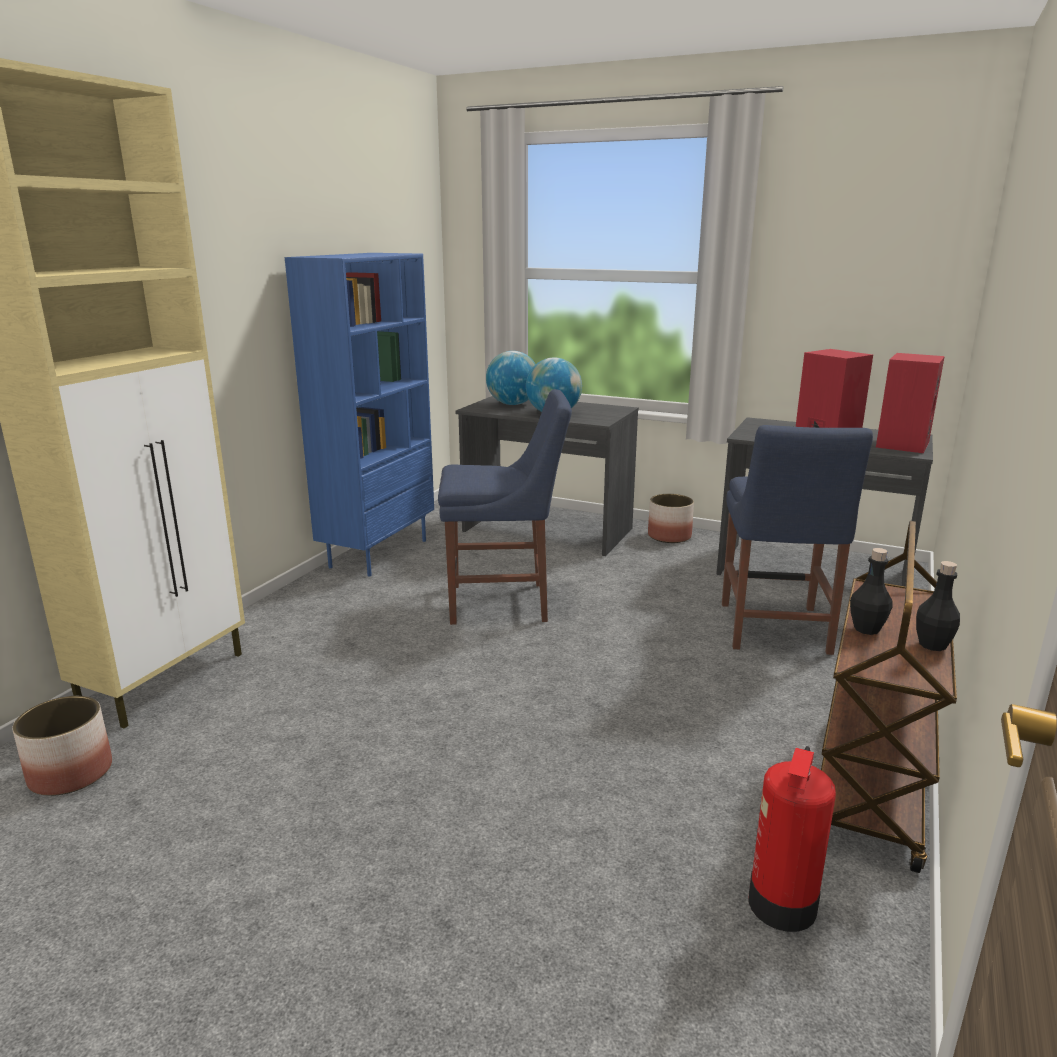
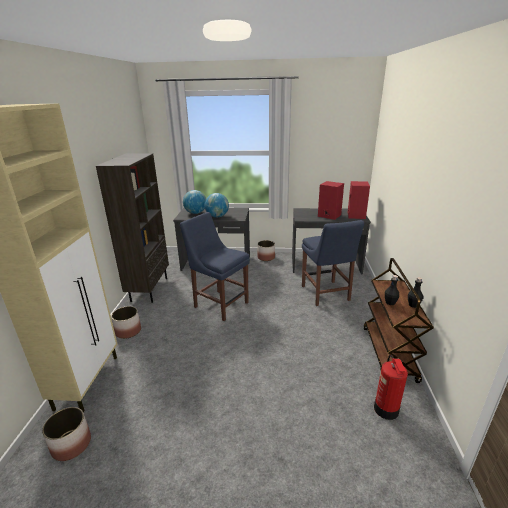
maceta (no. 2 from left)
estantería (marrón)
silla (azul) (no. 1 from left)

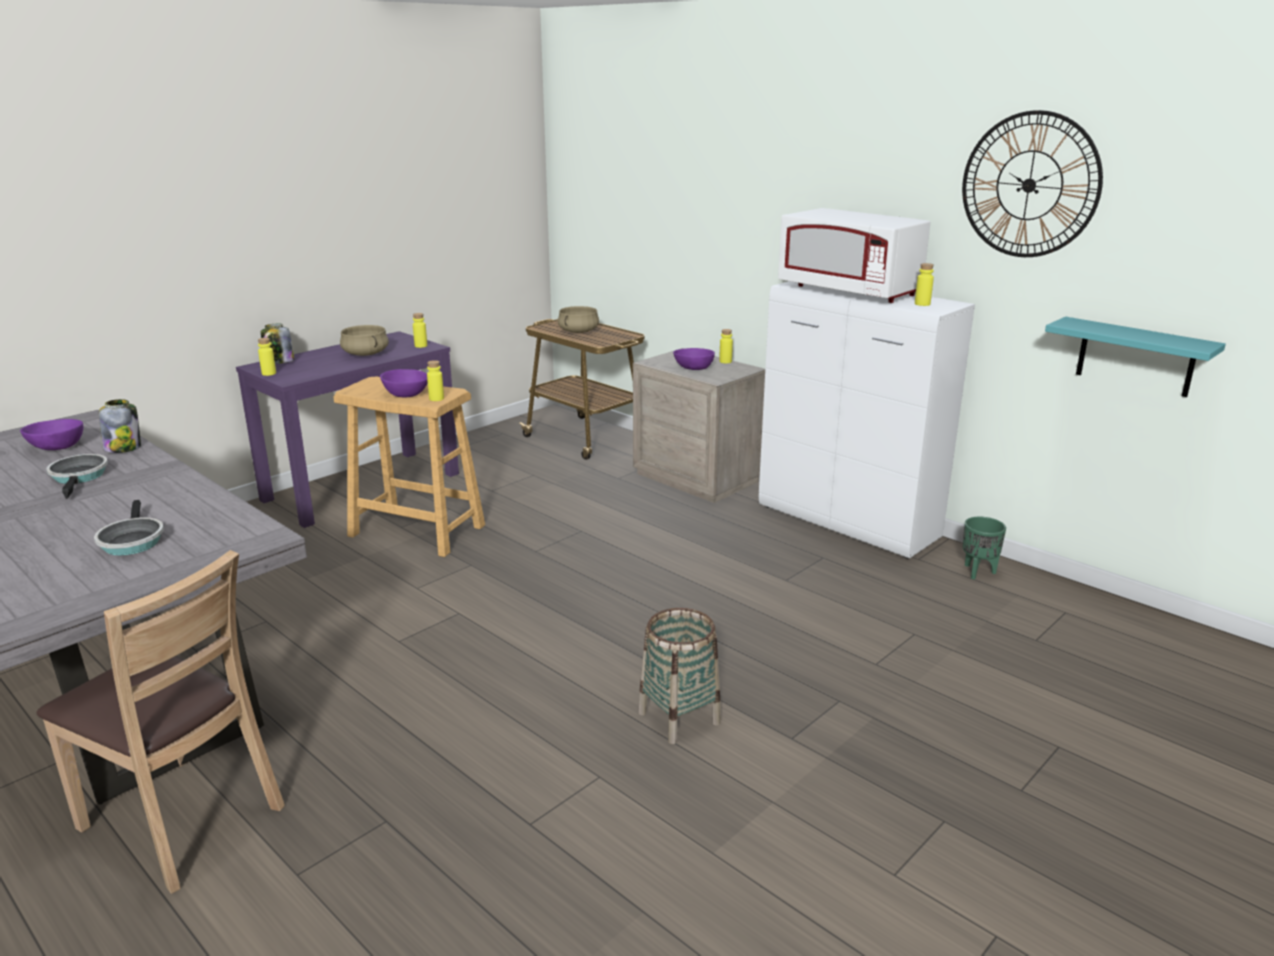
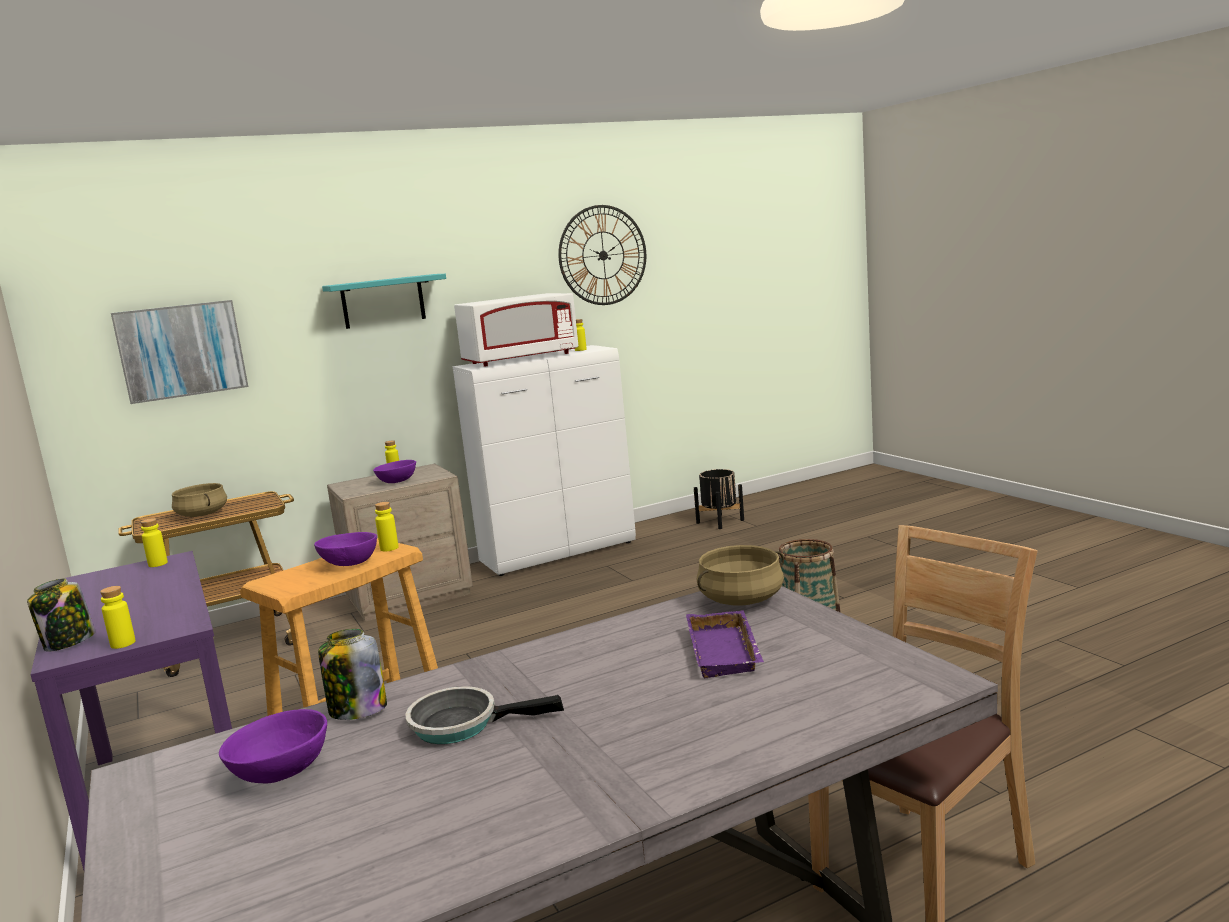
maceta (verde)
cuadro
maceta (negro)
olla (beis) (no. 2 from left)
estante (turquesa)
bandeja (morado)

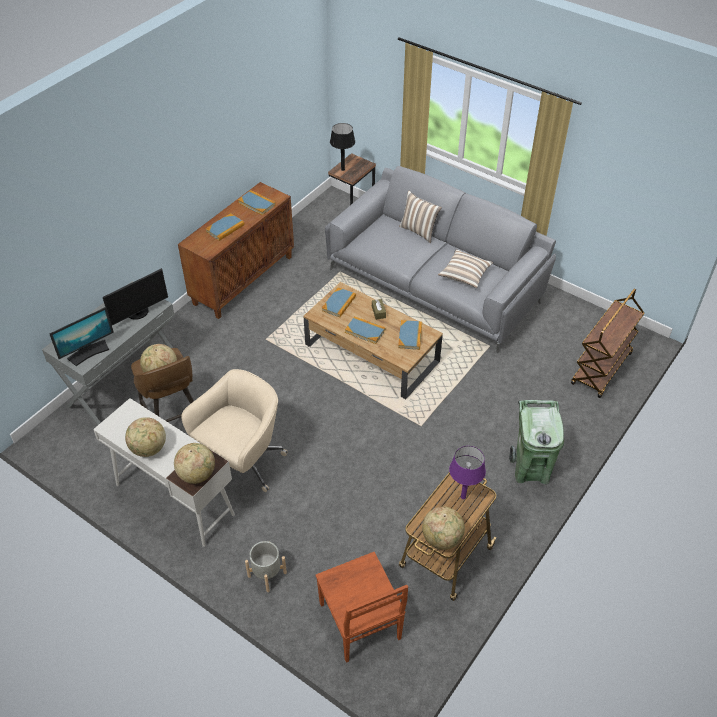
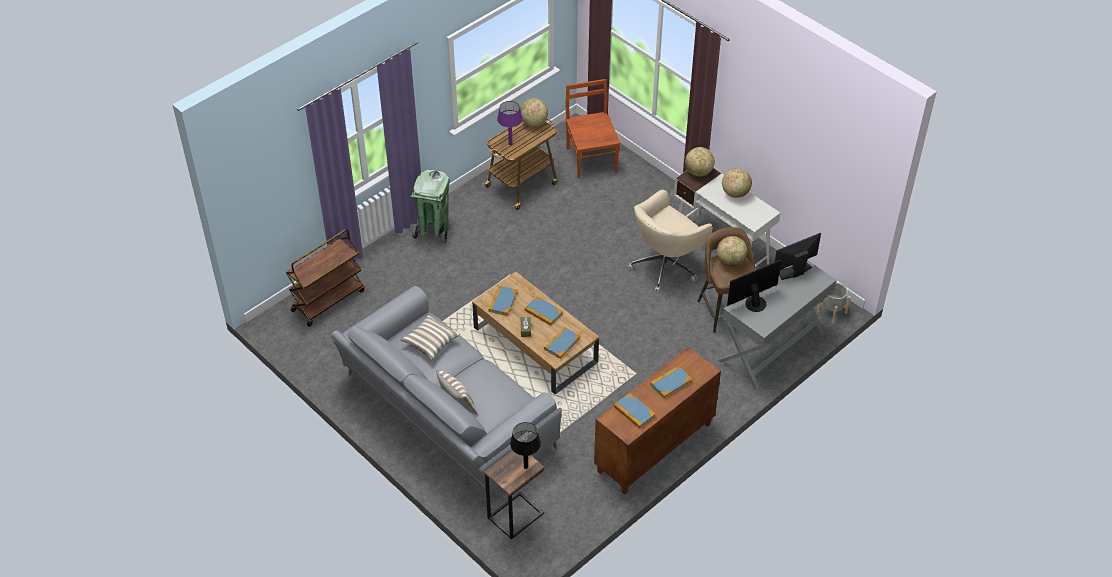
maceta (gris)

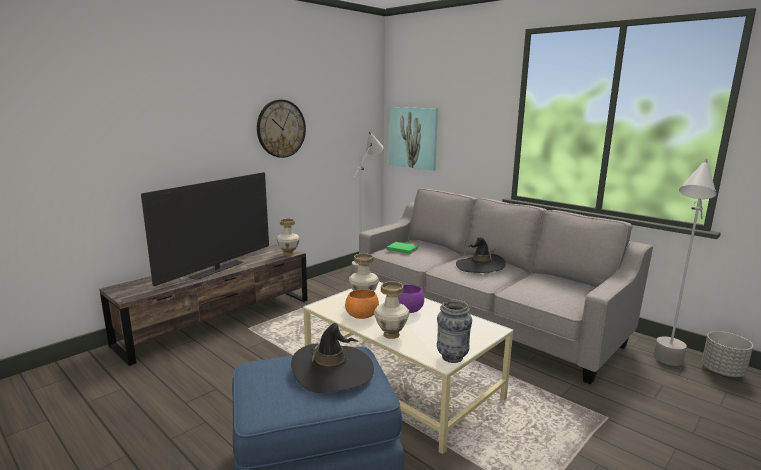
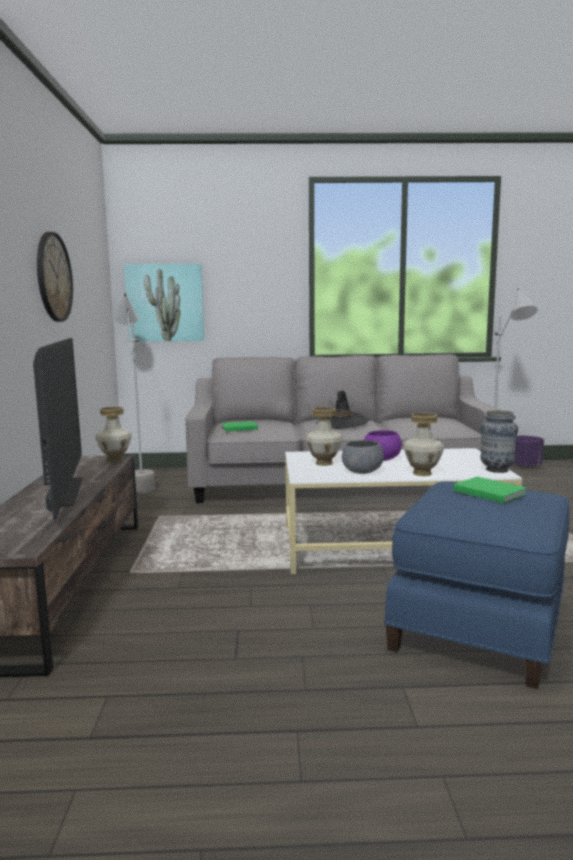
libro (verde) (no. 2 from left)
cuenco (gris)
maceta (morado)

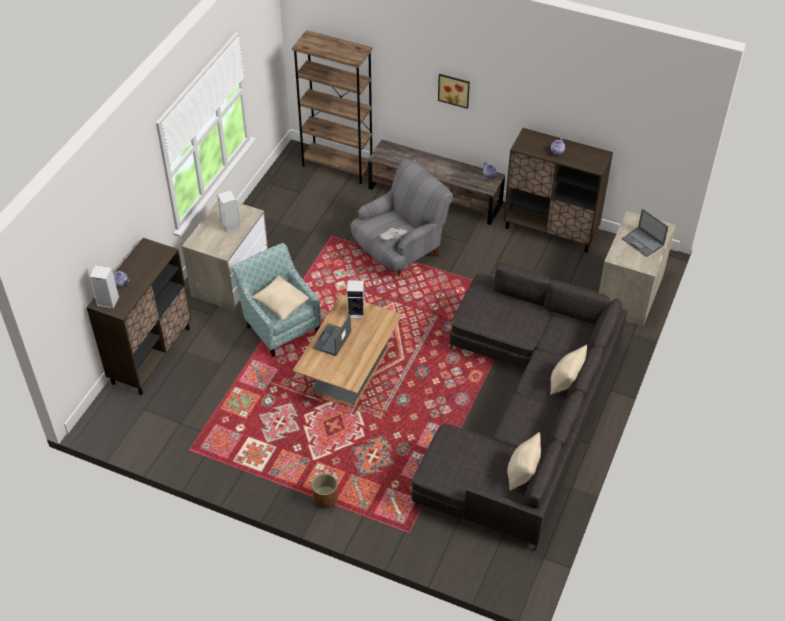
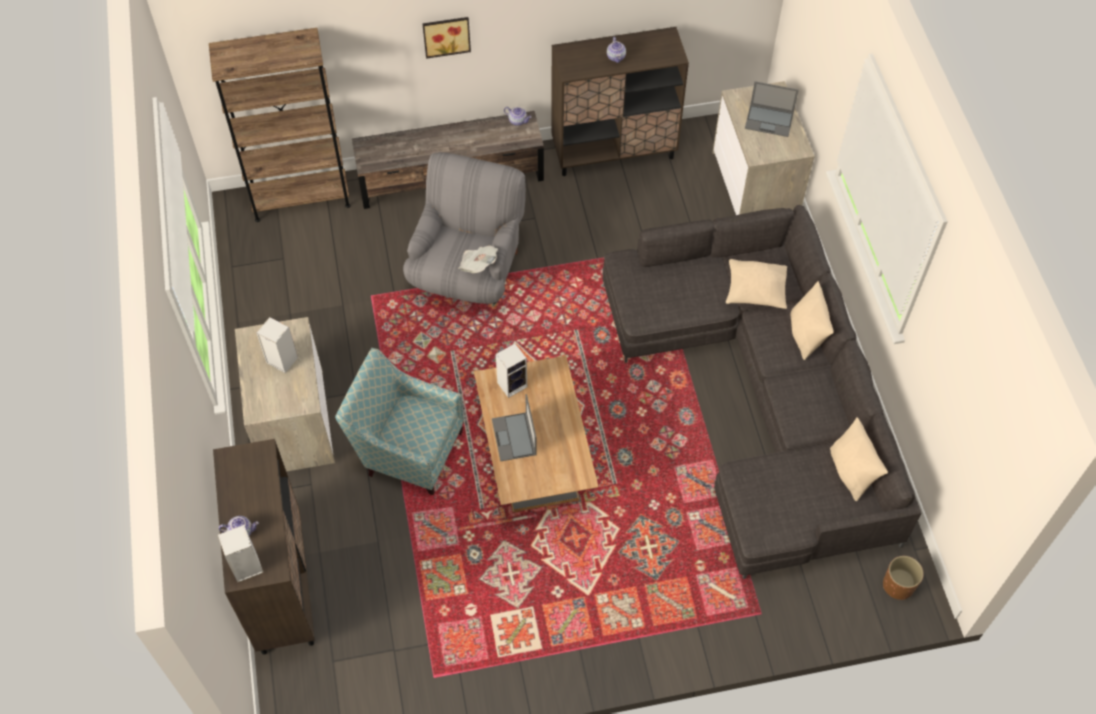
cojín (beis) (no. 1 from left)
maceta (marrón)

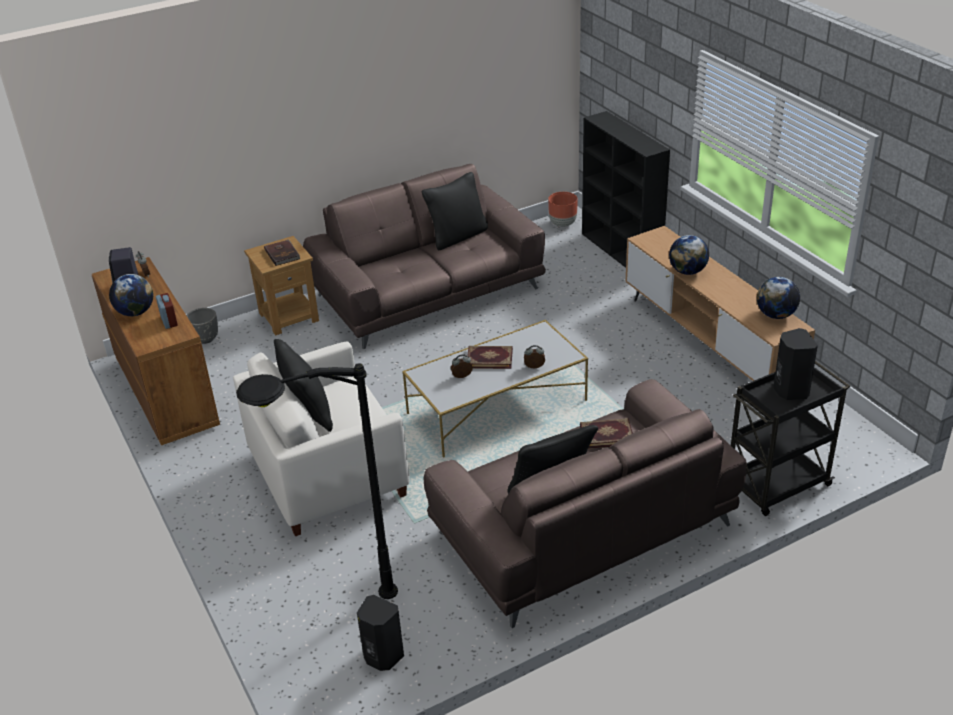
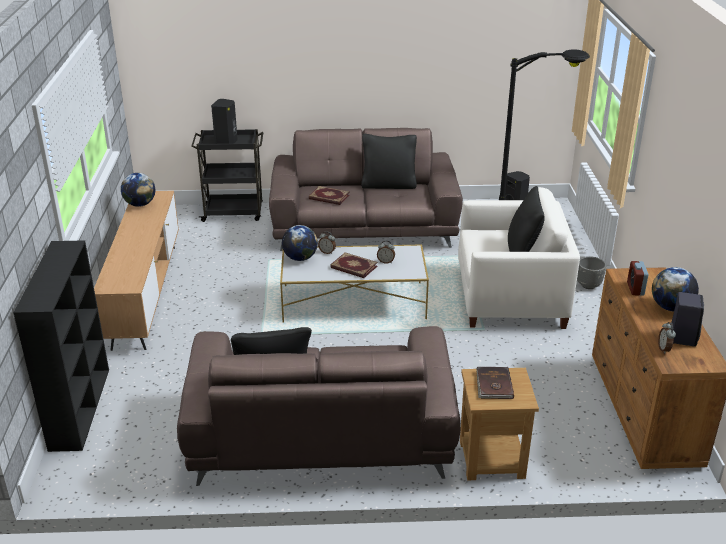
maceta (marrón)
maceta (gris)
globo terráqueo (no. 2 from left)

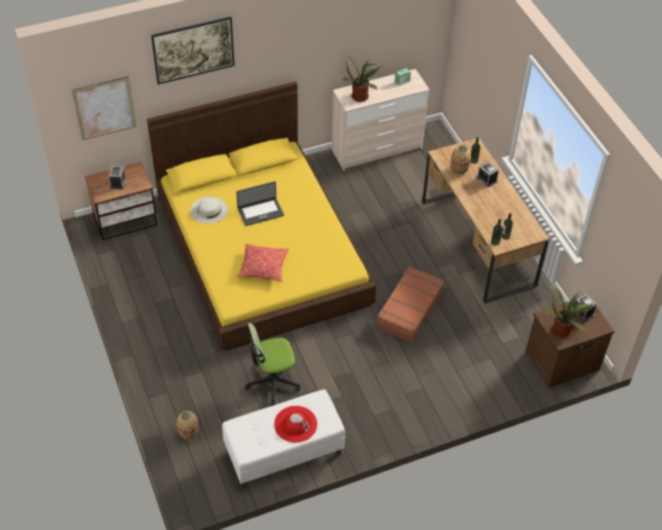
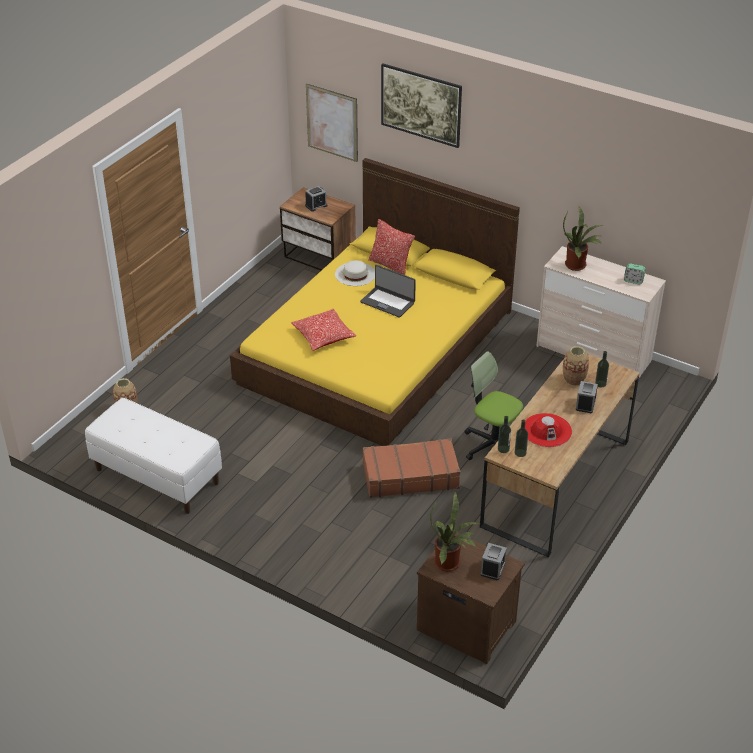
cojín (no. 2 from left)
silla de oficina
sombrero (rojo)

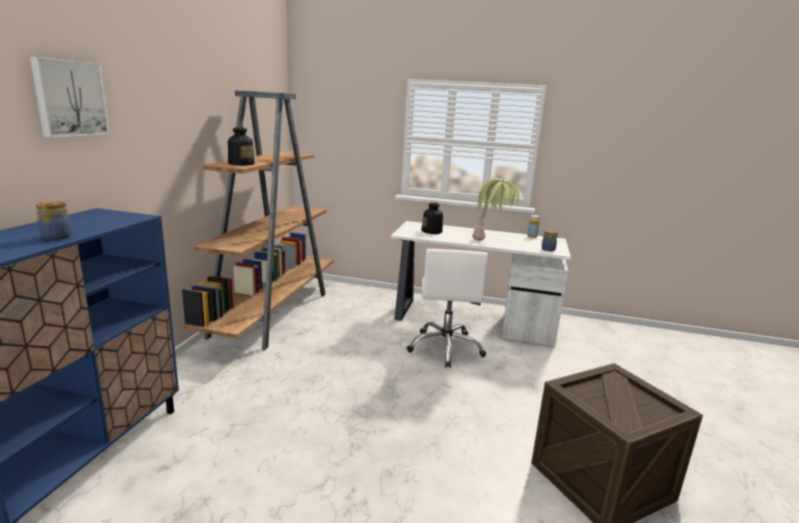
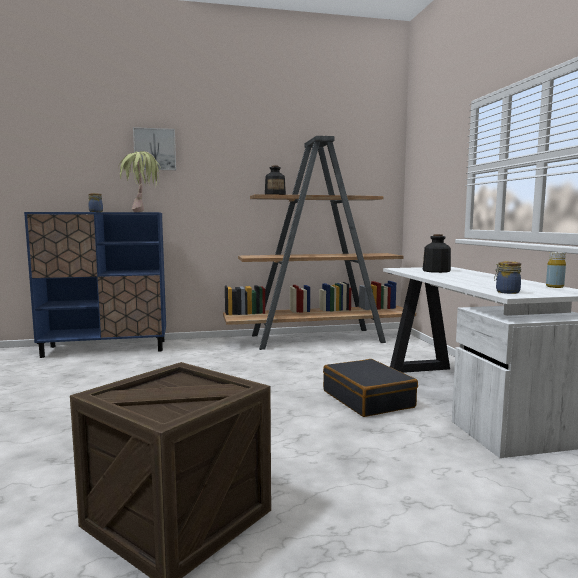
planta en maceta
maleta (negro)

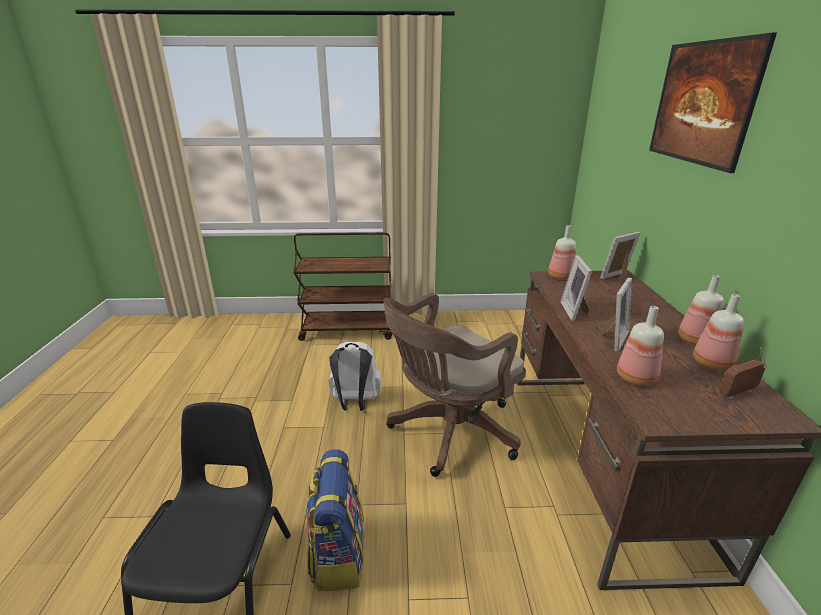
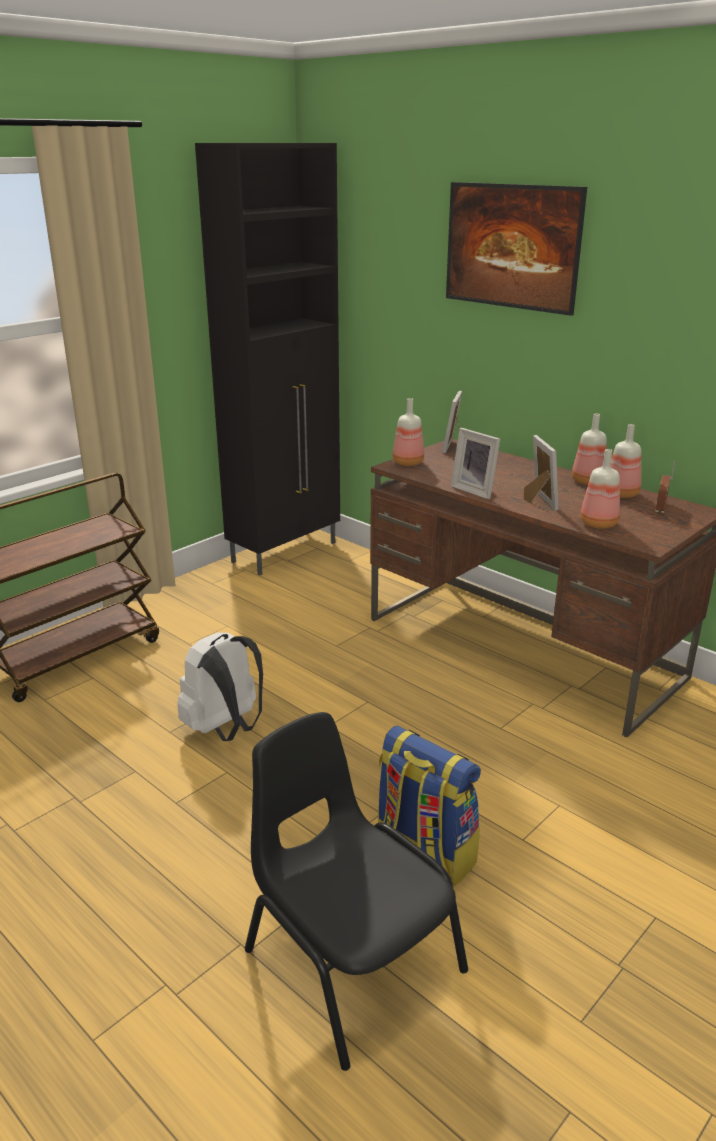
silla de oficina (marrón)
armario (negro)

